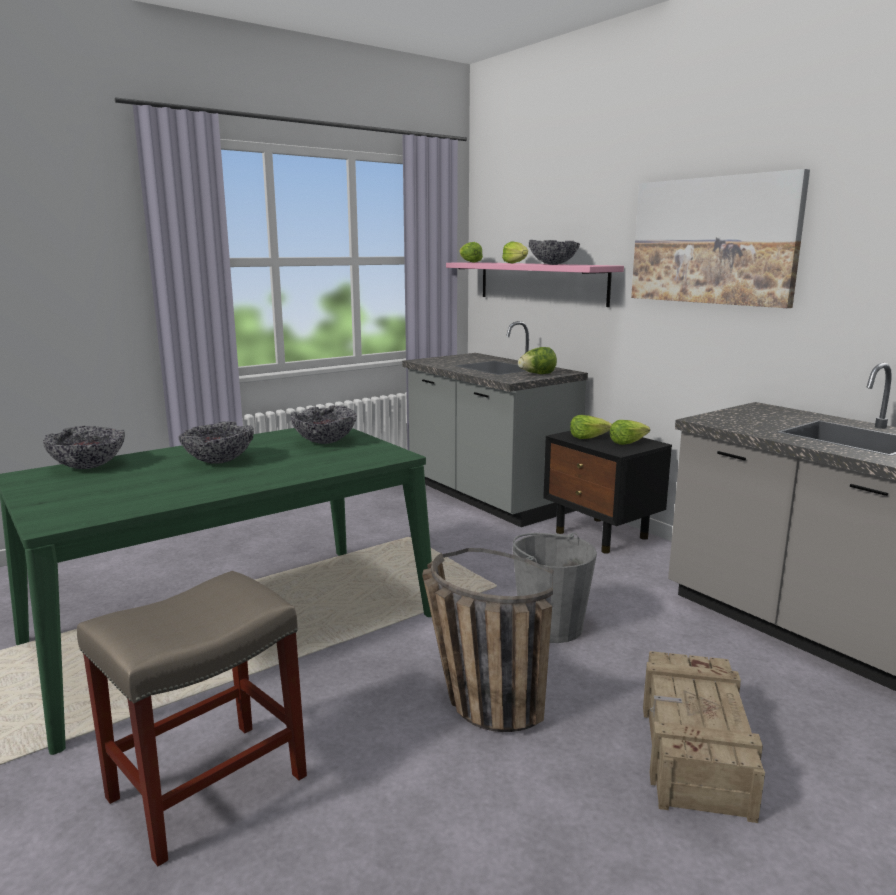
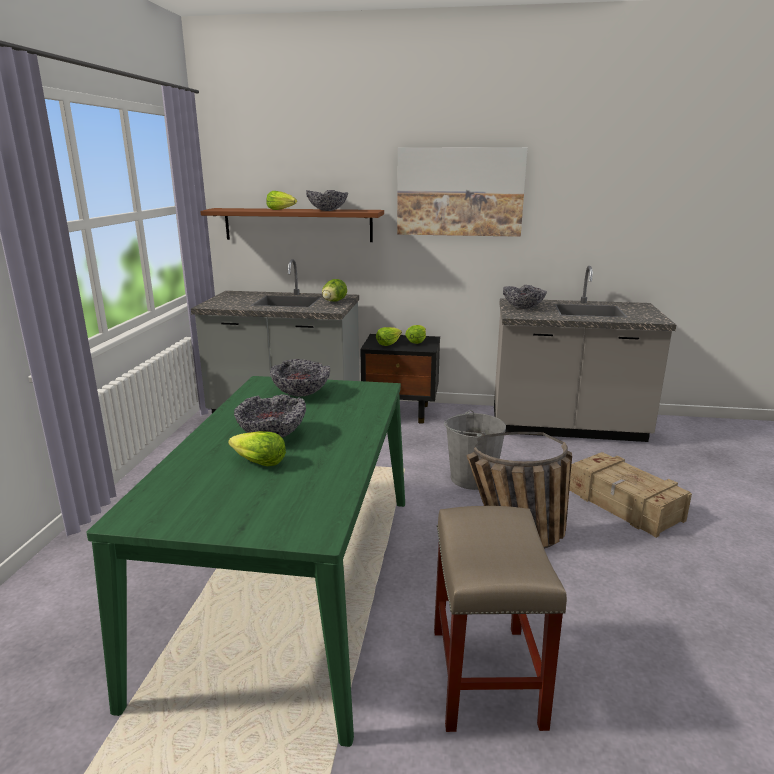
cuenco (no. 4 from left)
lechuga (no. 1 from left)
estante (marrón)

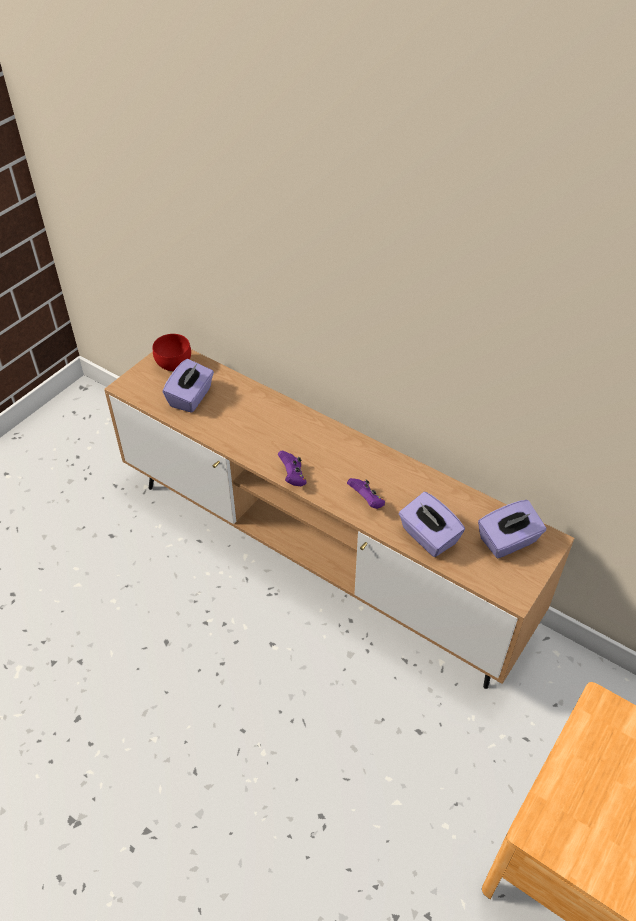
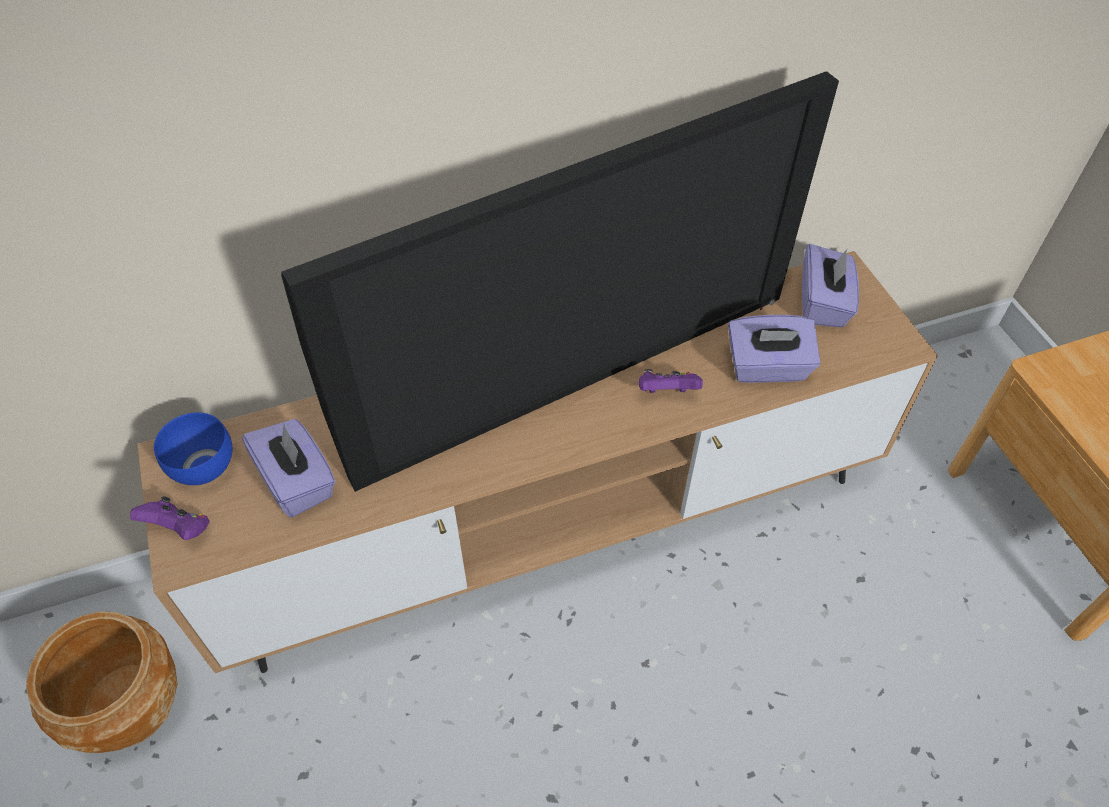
maceta (marrón)
televisor
mando de consola (morado) (no. 1 from left)
cuenco (azul)

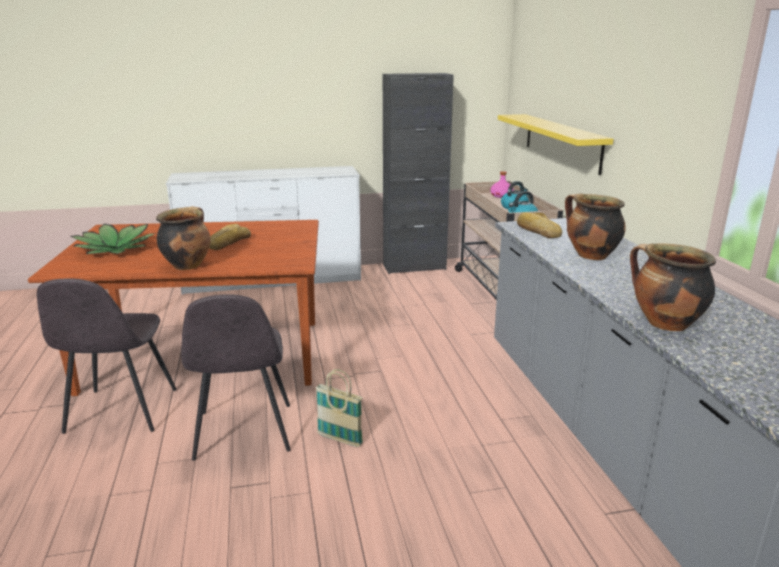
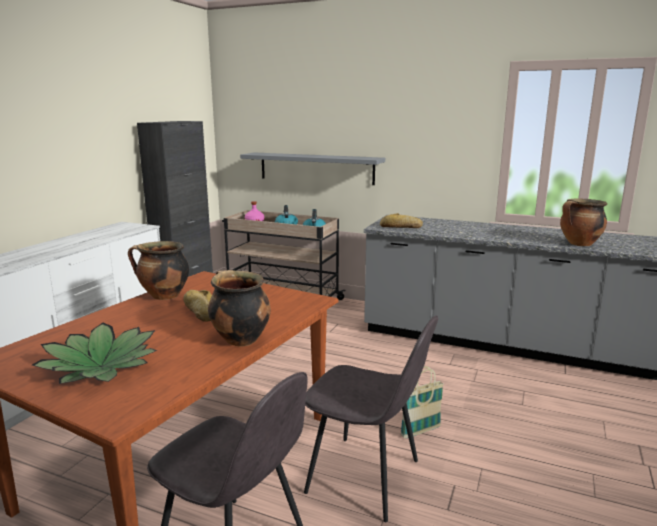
olla (no. 1 from left)
estante (gris)

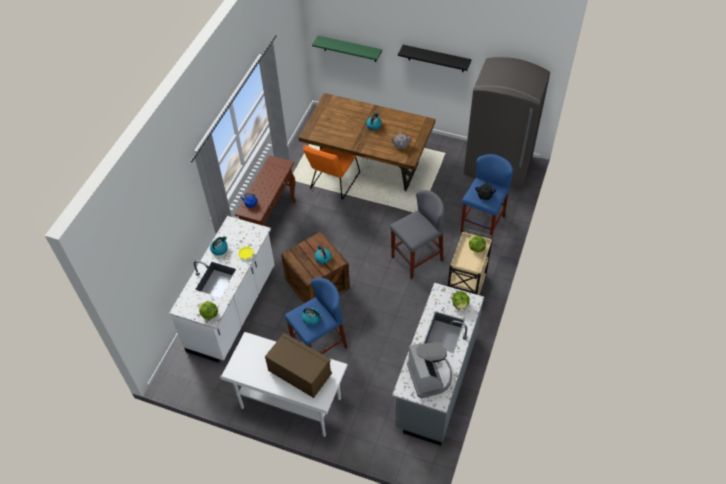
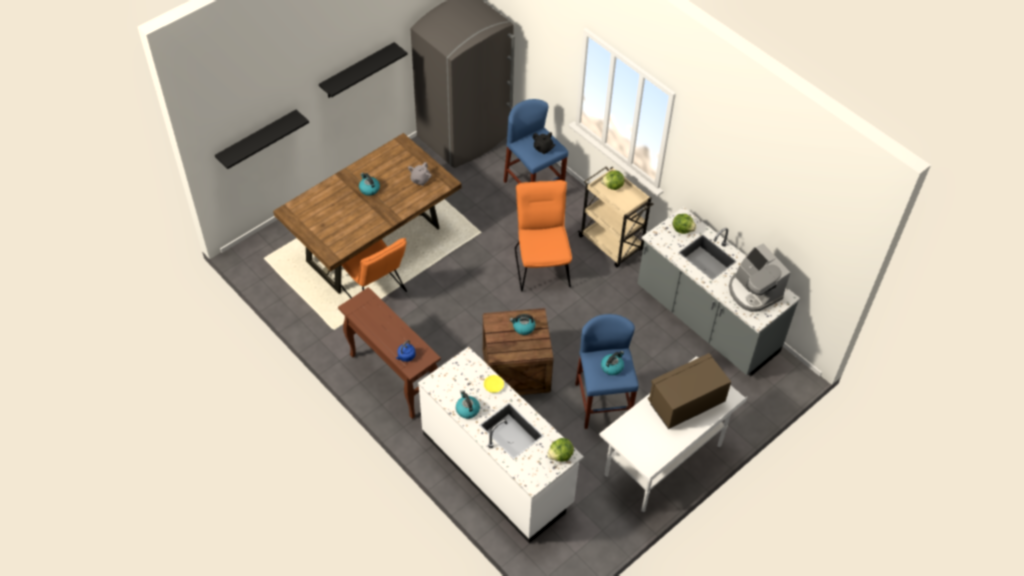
silla (naranja) (no. 2 from left)
estante (negro) (no. 1 from left)
cafetera

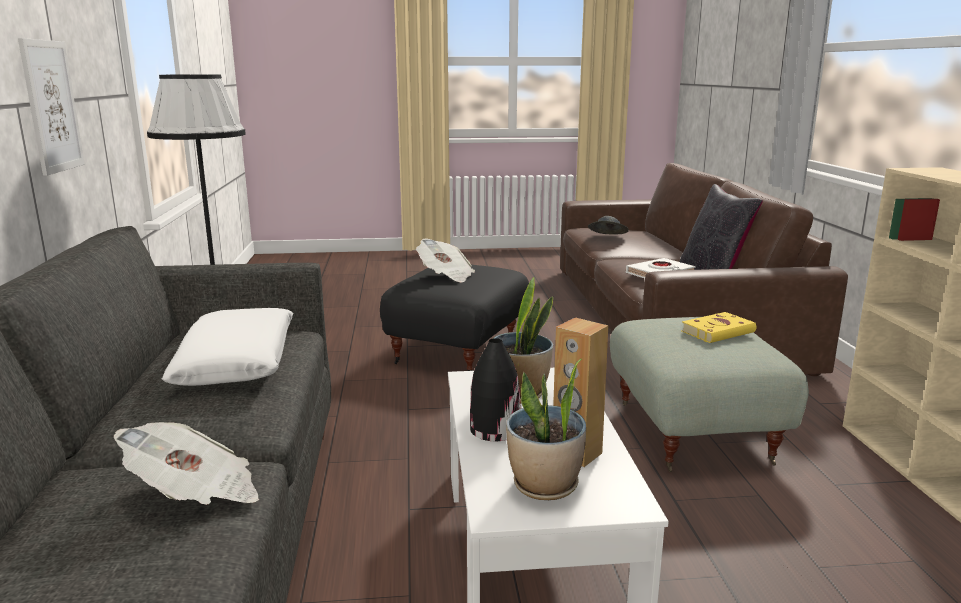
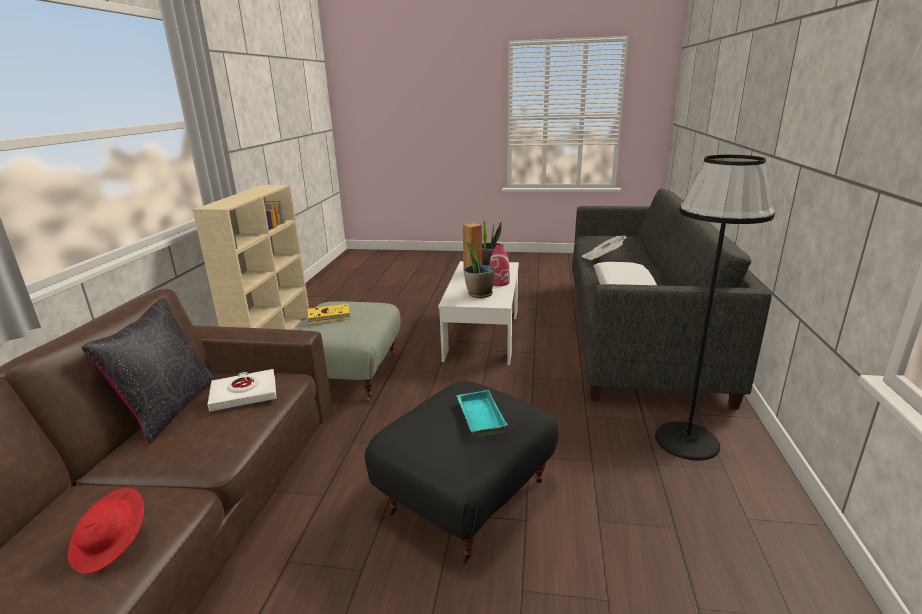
cuadro
bandeja (turquesa)
florero (rojo)
sombrero (rojo)

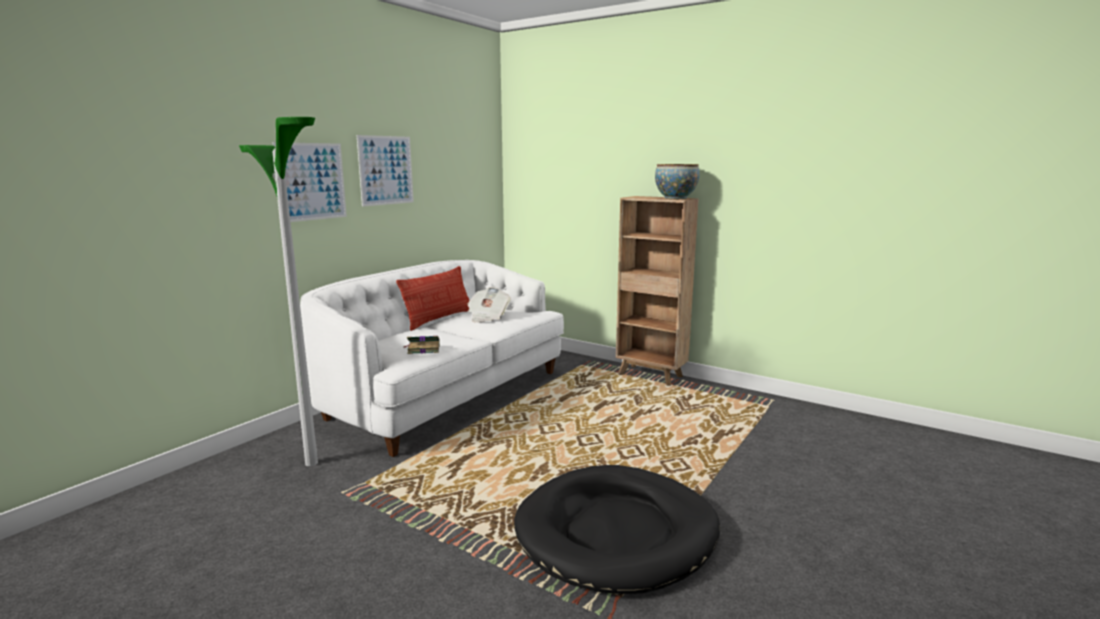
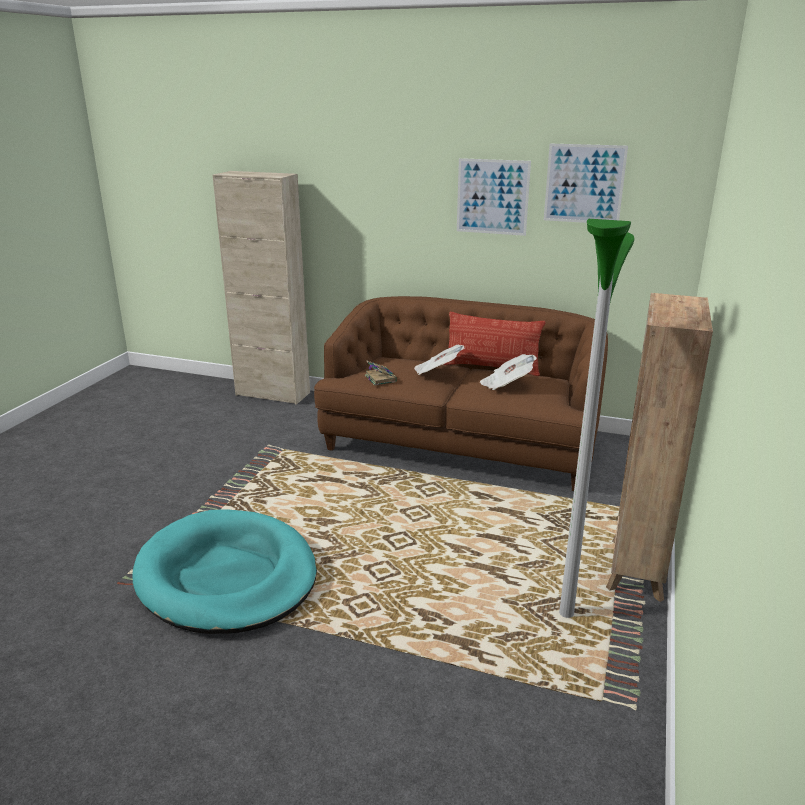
cuenco
armario (beis)
periódico (no. 1 from left)
lámpara de pie
cuadro (no. 2 from left)
sofá (marrón)
cama para perro (turquesa)

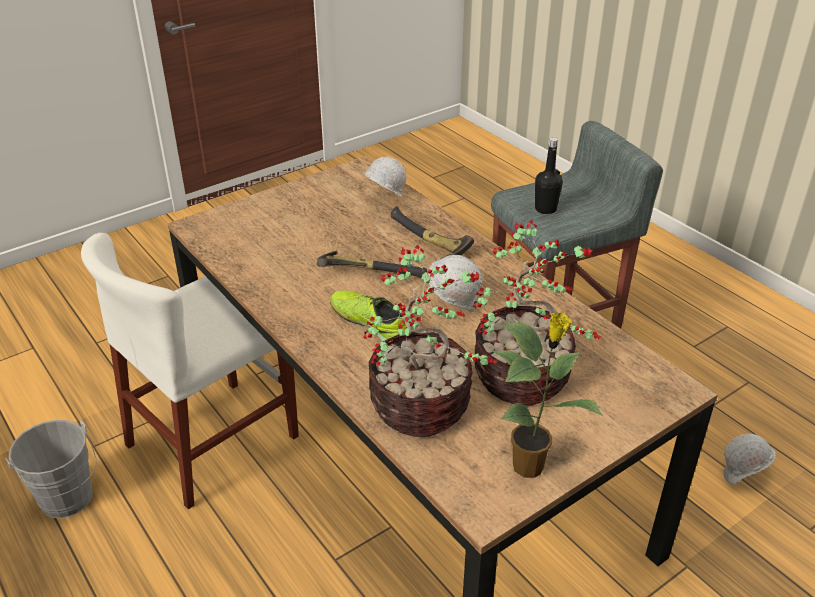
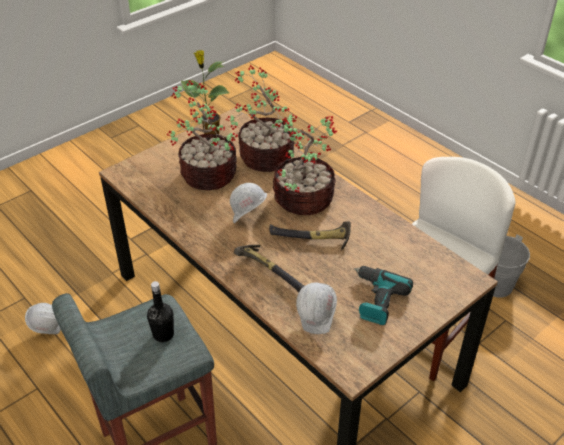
taladro
planta en maceta (no. 4 from left)

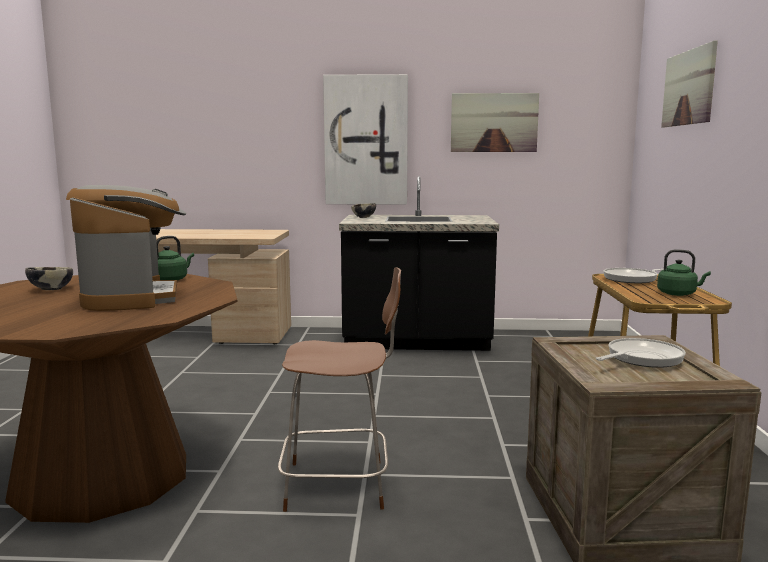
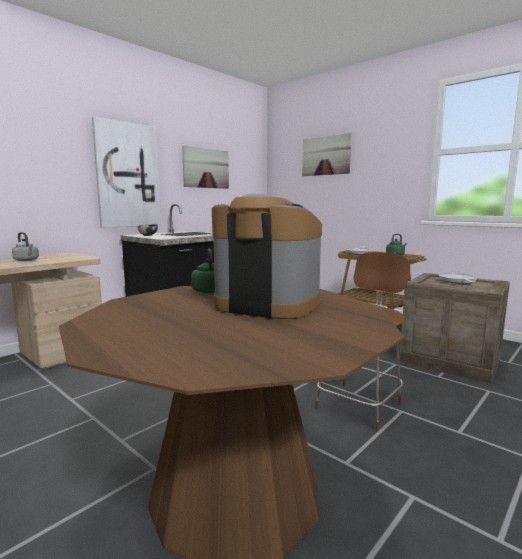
cuenco (no. 1 from left in the first image)
hervidor (gris)

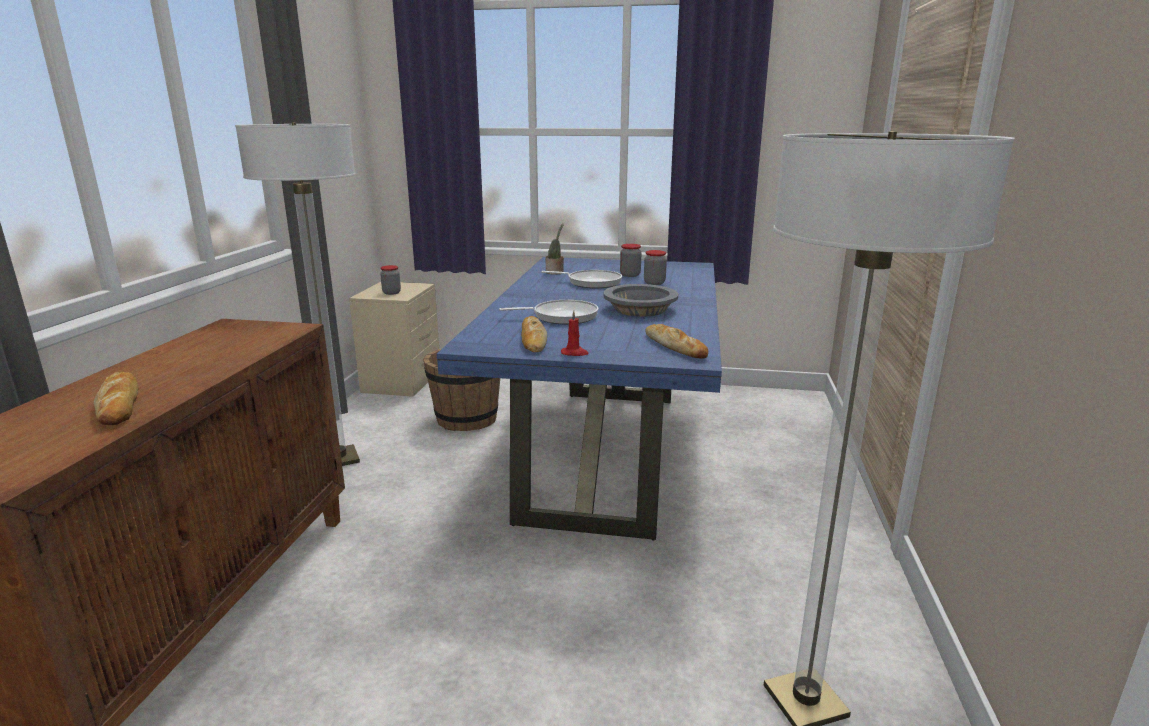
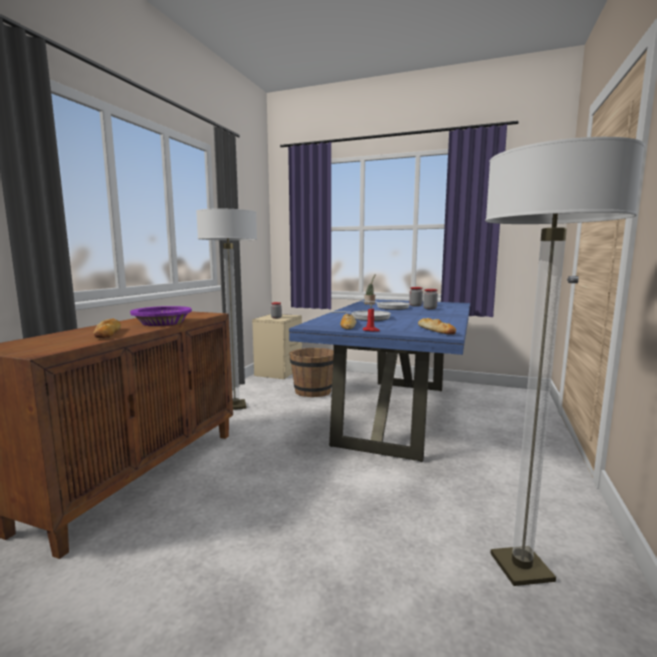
cuenco (gris)
cuenco (morado)

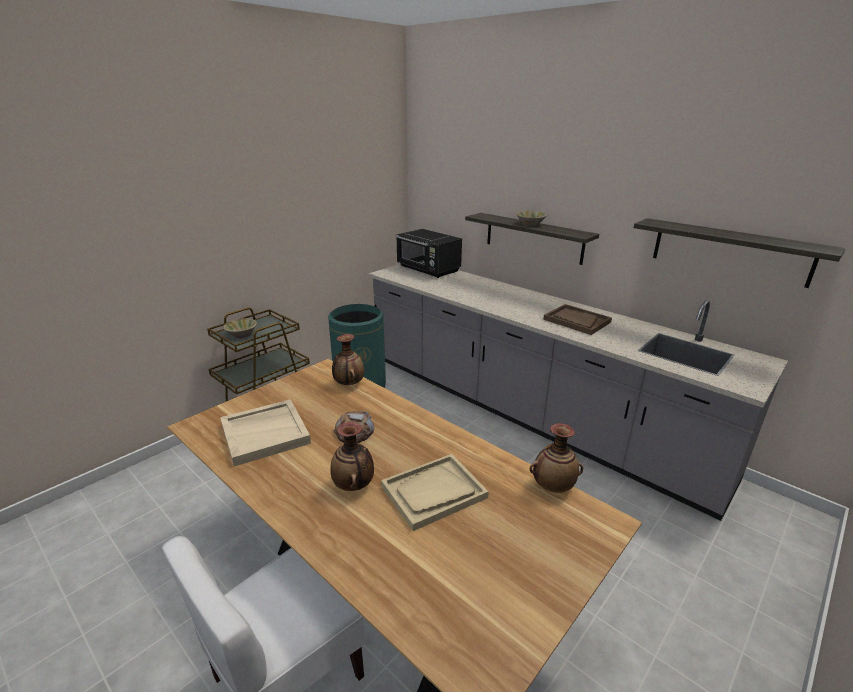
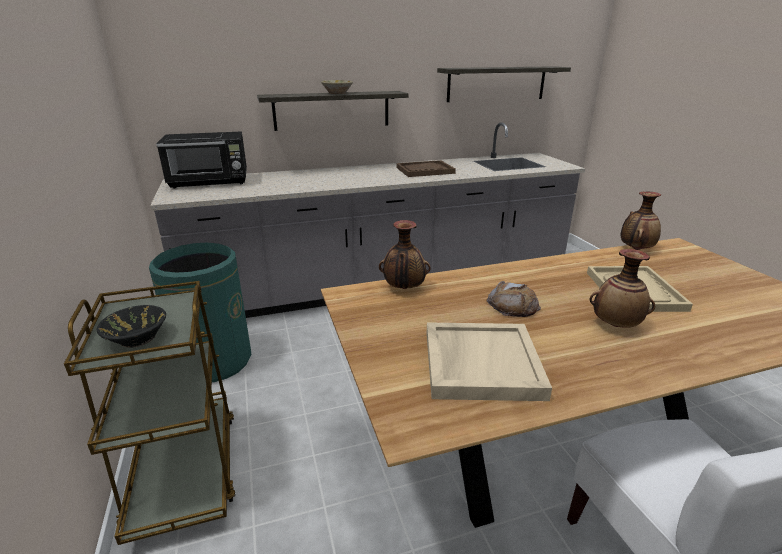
cuenco (negro)

